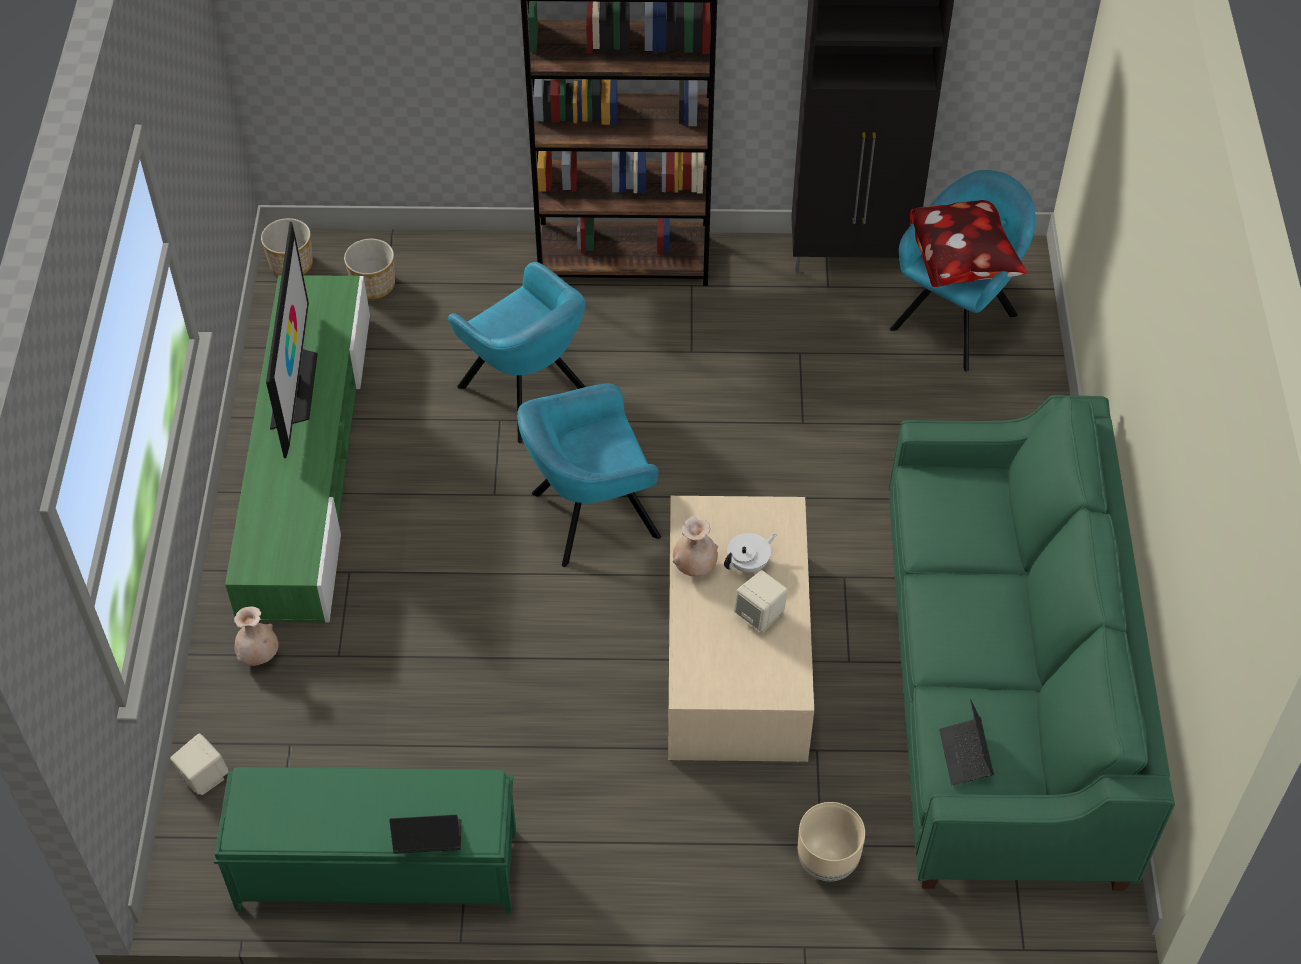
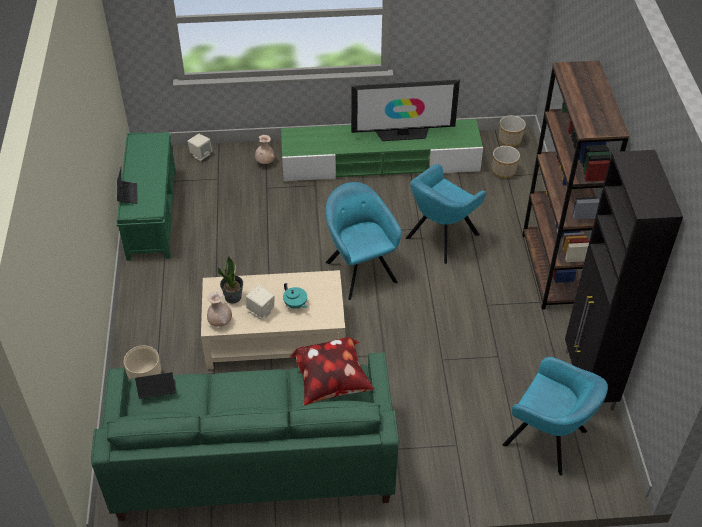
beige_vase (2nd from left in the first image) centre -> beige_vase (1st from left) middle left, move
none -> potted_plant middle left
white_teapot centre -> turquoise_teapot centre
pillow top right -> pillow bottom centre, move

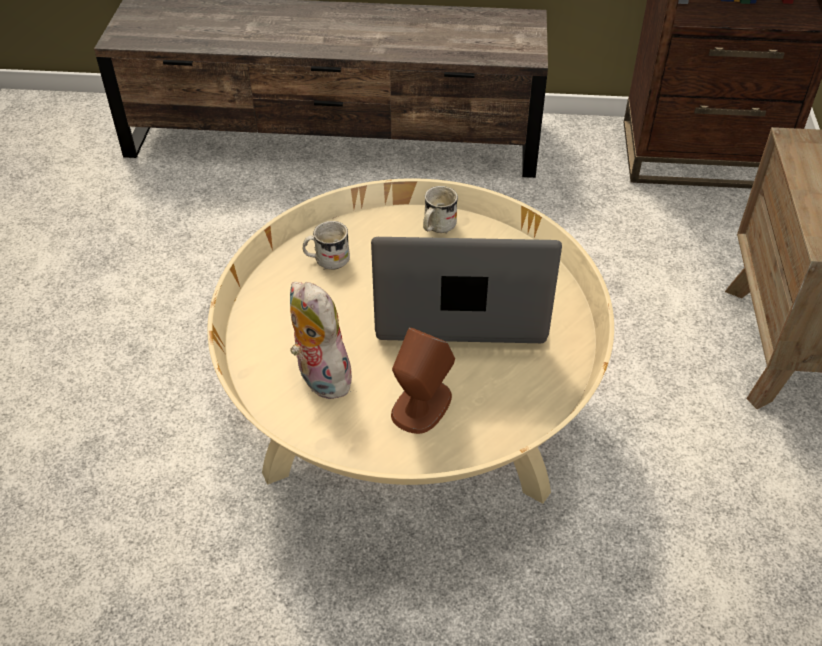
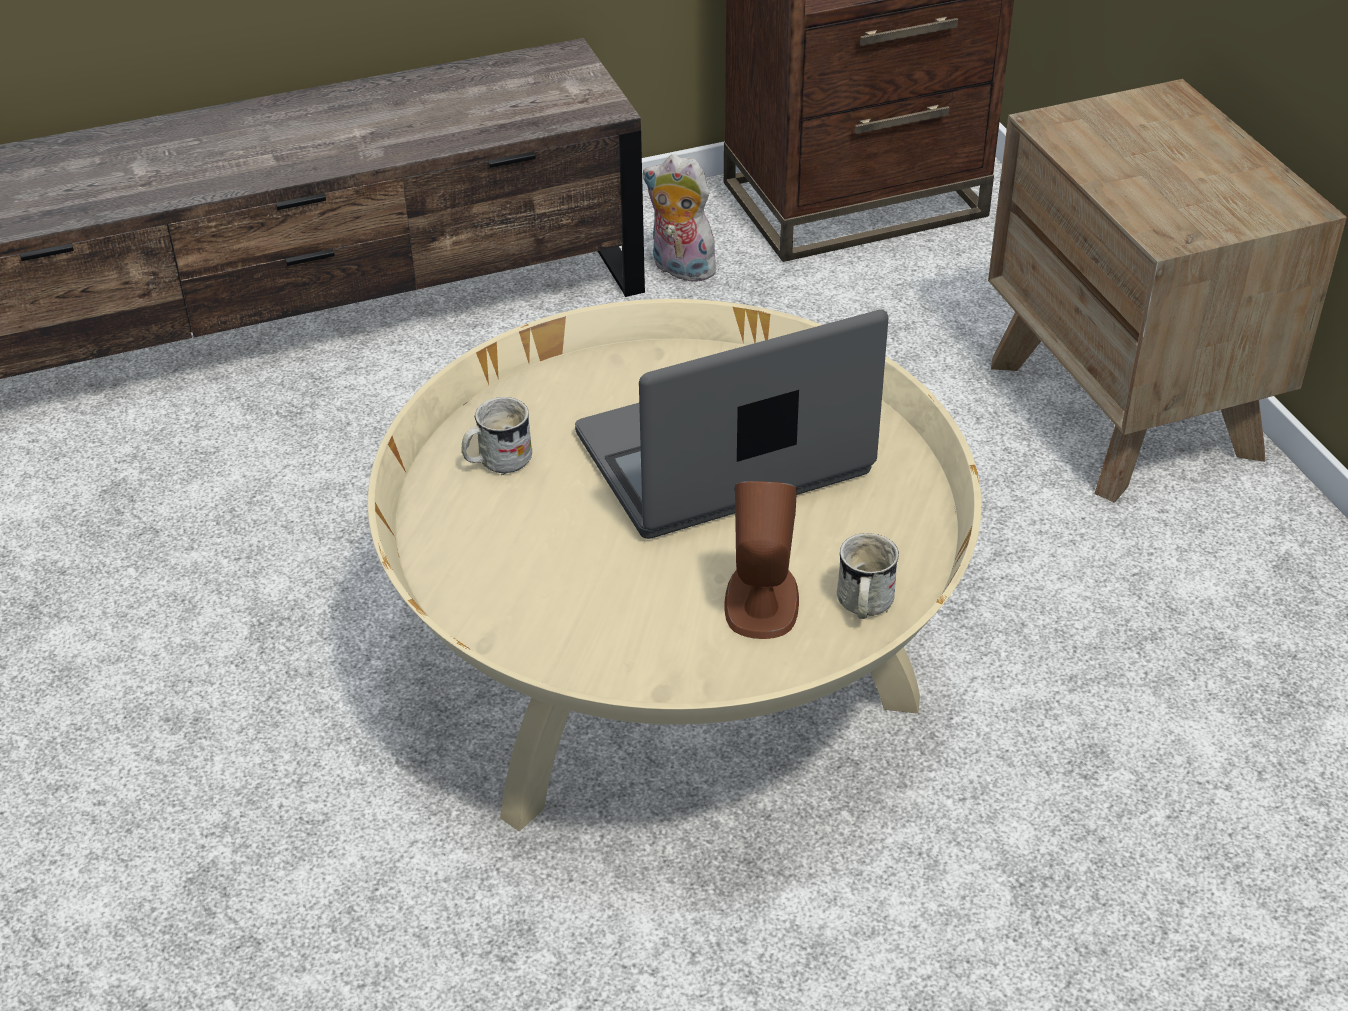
plush_toy centre -> plush_toy top centre, move
white_mug (2nd from left) top centre -> white_mug (2nd from left) centre, move

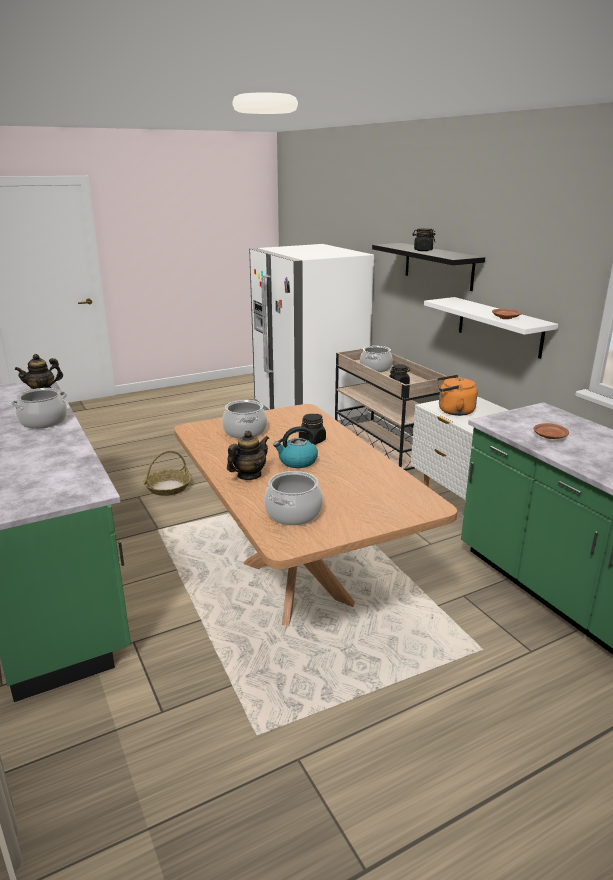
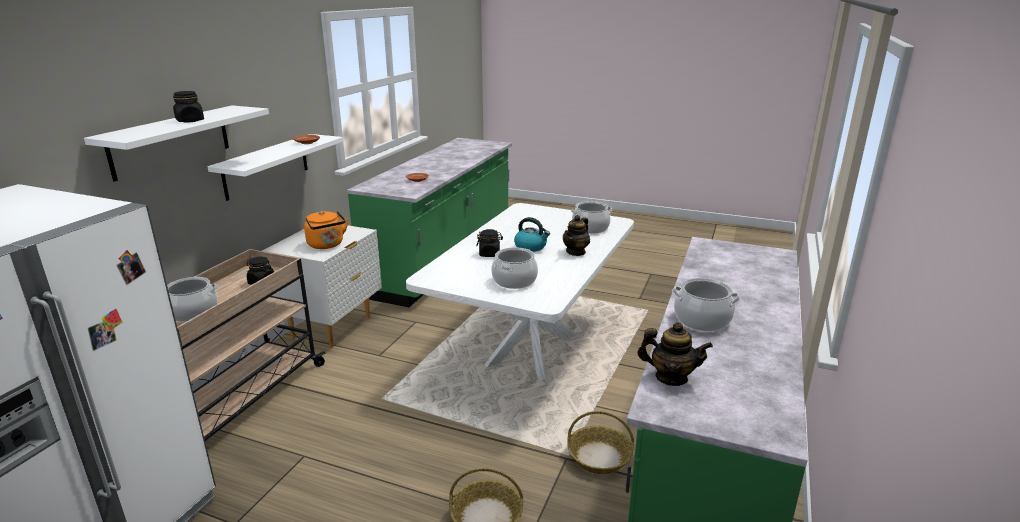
black_shelf top right -> white_shelf (1st from left) top left
brown_dining_table centre -> white_dining_table centre
teapot (2nd from left in the first image) centre -> teapot (1st from left) centre, 60 degrees counterclockwise
none -> basket (2nd from left) bottom centre

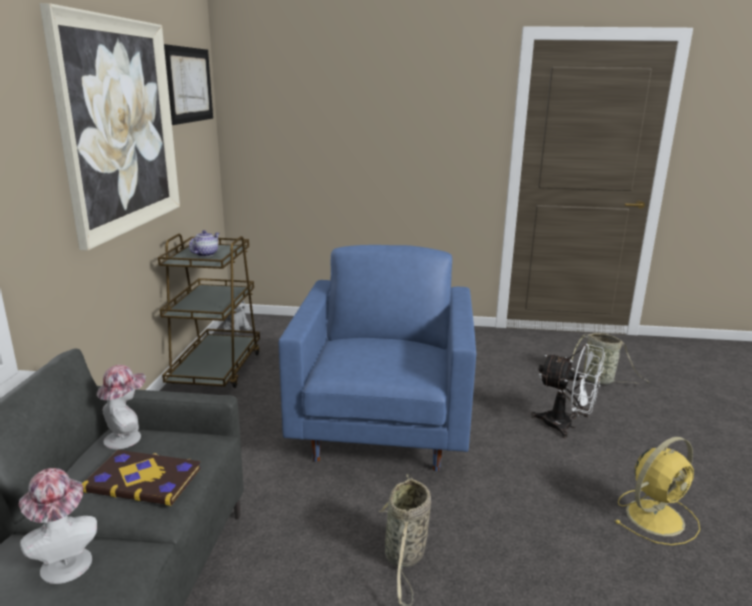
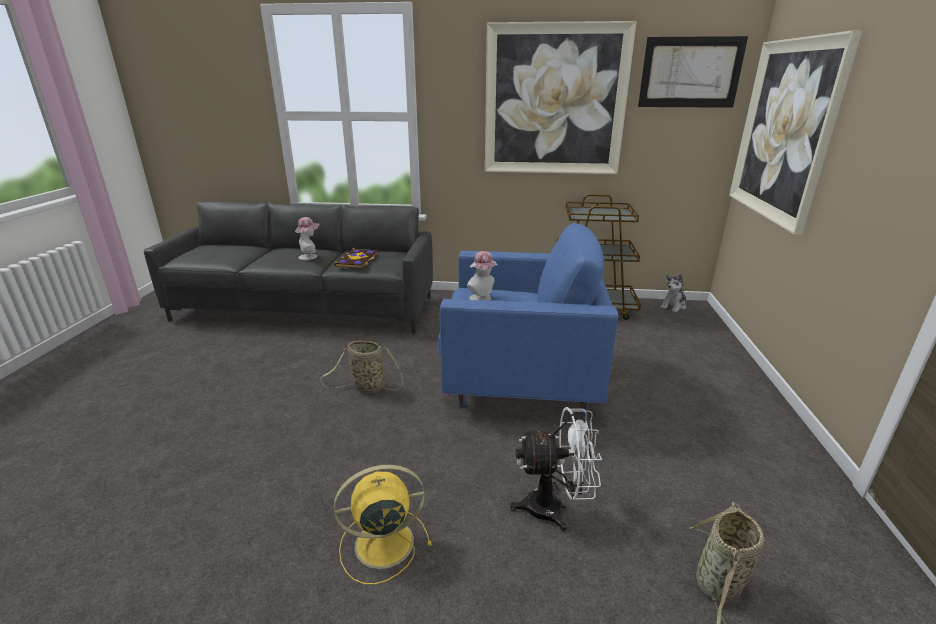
yellow_fan bottom right -> yellow_fan bottom centre, 105 degrees clockwise
hat (2nd from left) bottom left -> hat (2nd from left) centre, move
white_fan middle right -> white_fan bottom centre, 120 degrees counterclockwise
none -> picture (3rd from left) top right
teapot middle left -> none

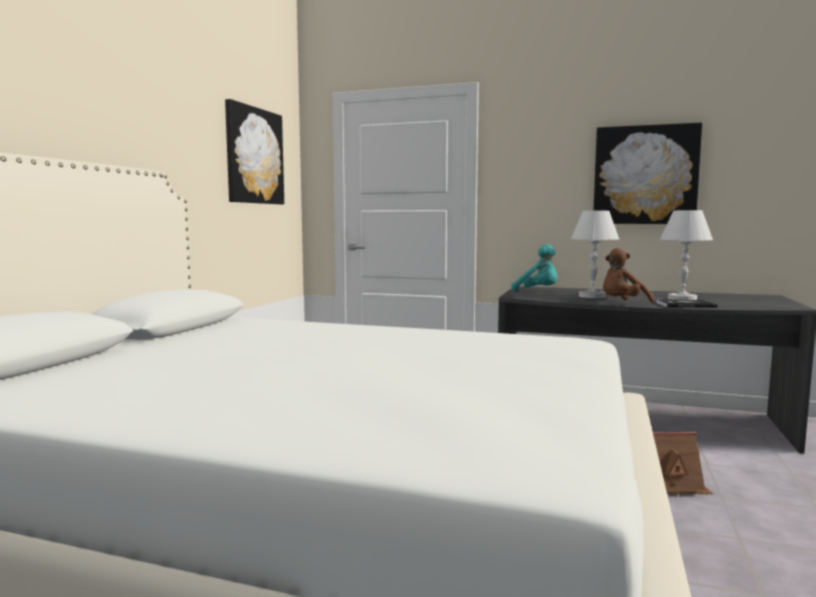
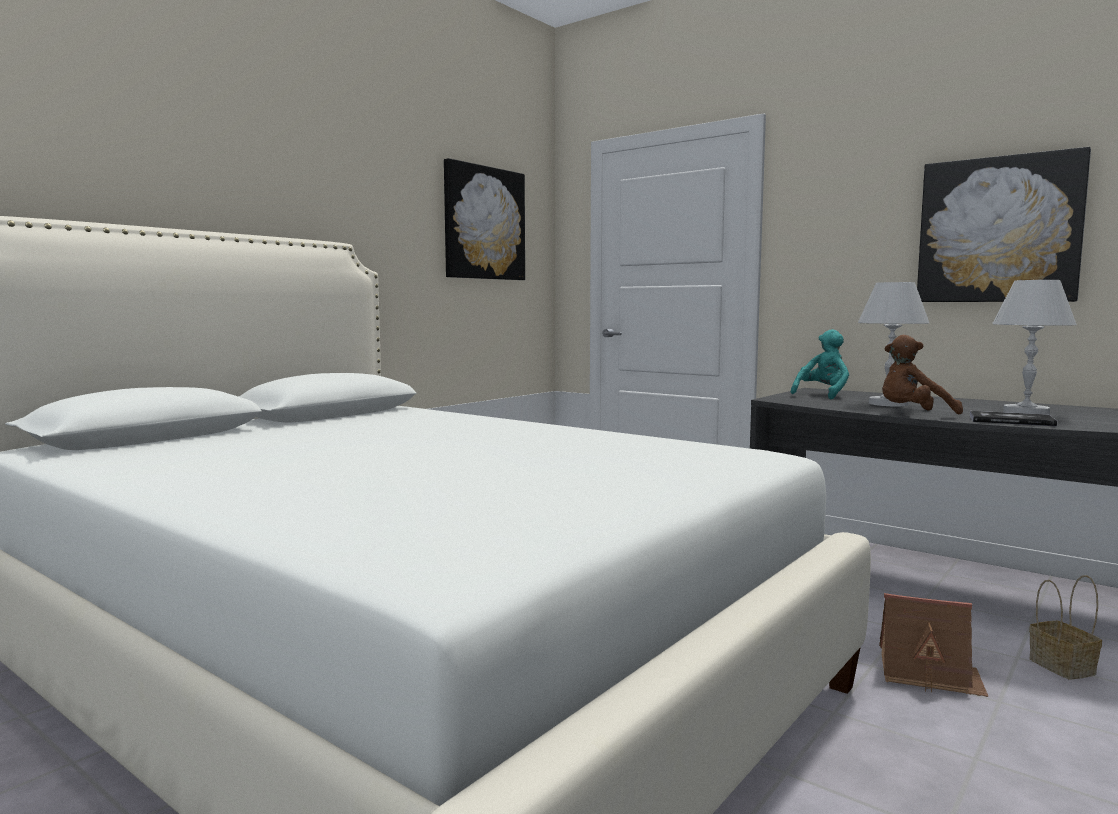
turquoise_plush_toy centre -> turquoise_plush_toy middle right, 105 degrees counterclockwise
none -> basket bottom right

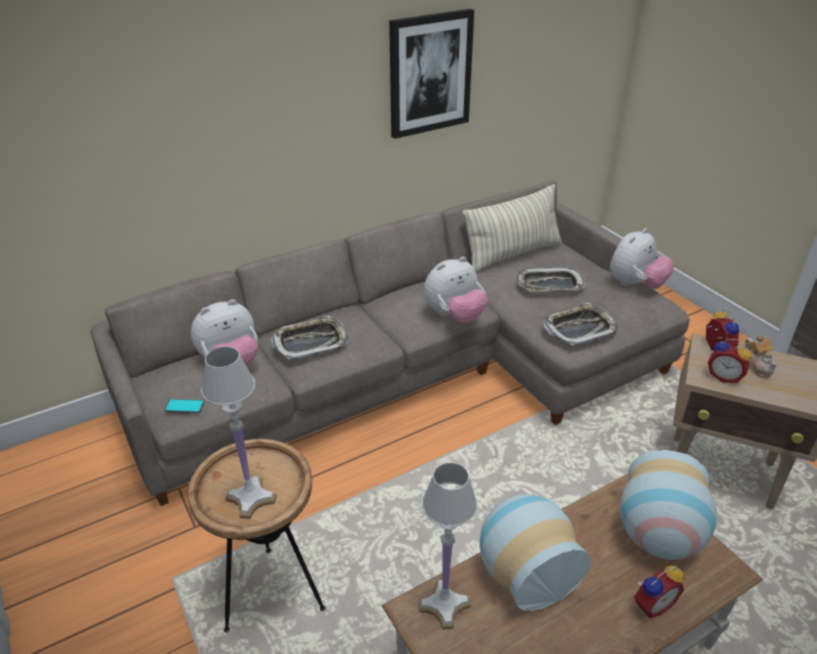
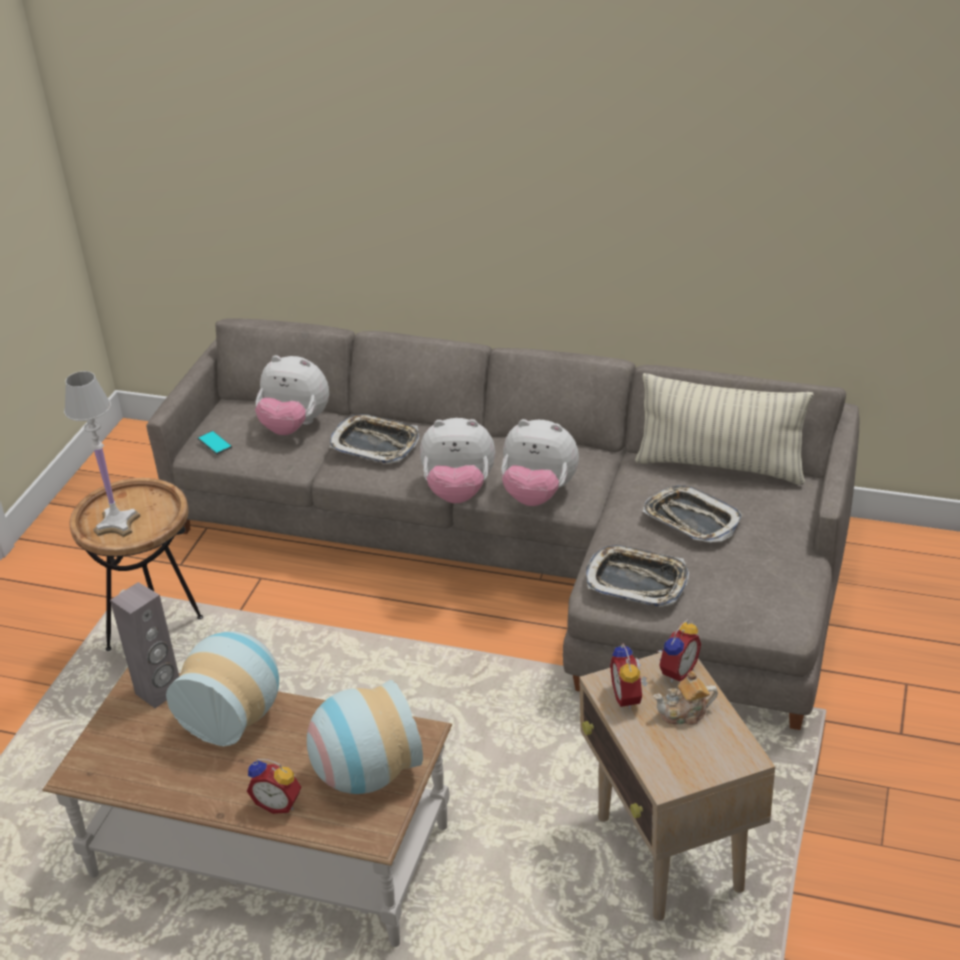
white_table_lamp (2nd from left) bottom centre -> grey_speaker bottom left
plush_toy (3rd from left in the first image) middle right -> plush_toy (2nd from left) centre, move
teapot middle right -> teapot bottom right, 45 degrees clockwise
picture top centre -> none

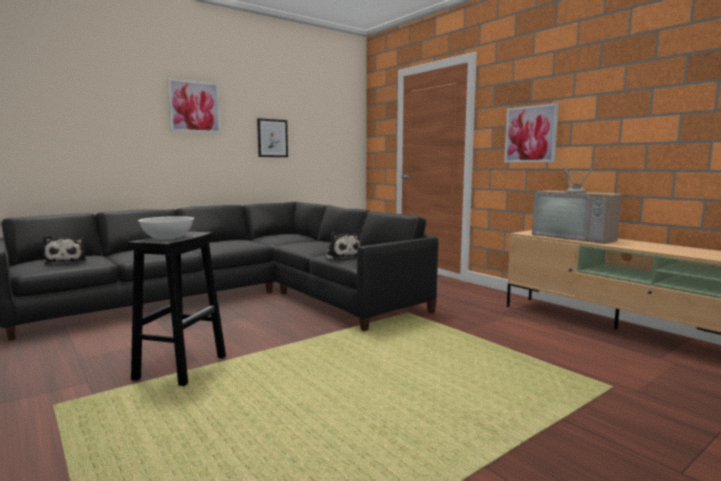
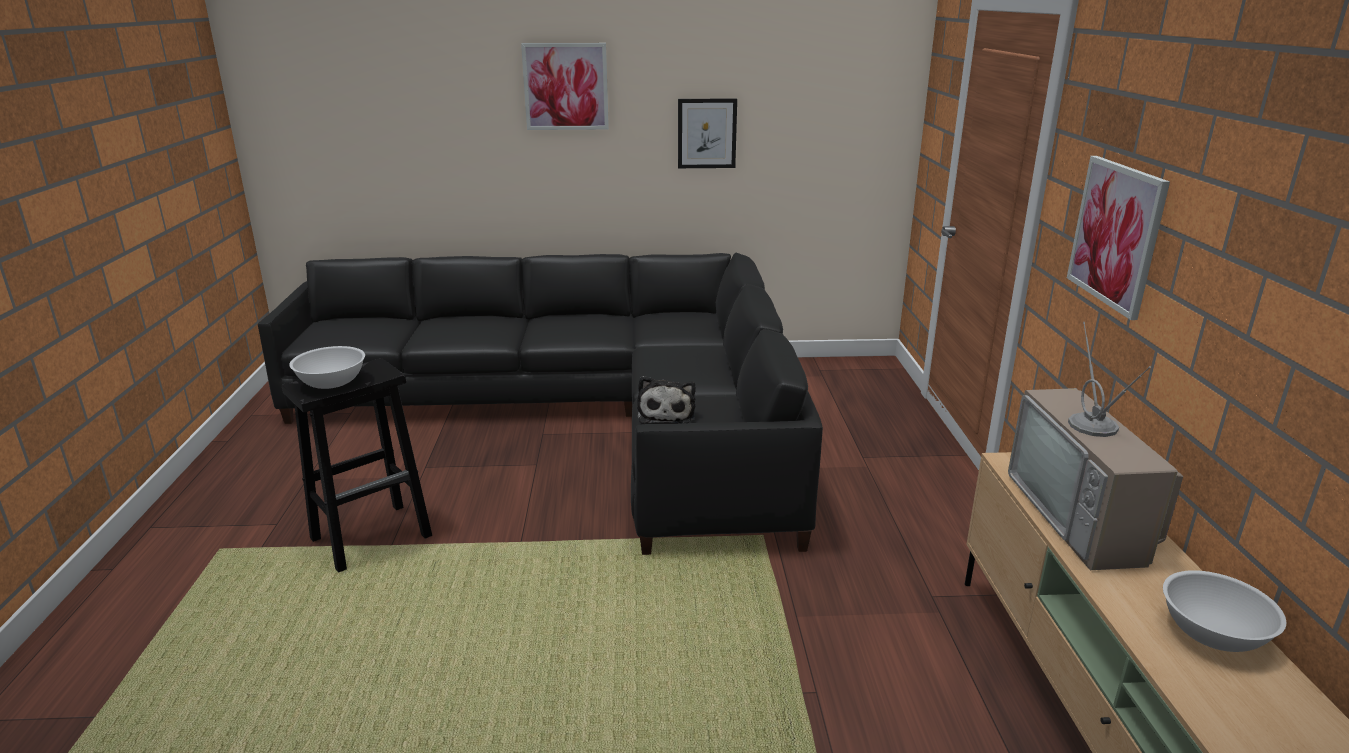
none -> white_bowl (2nd from left) bottom right
plush_toy (1st from left) middle left -> none

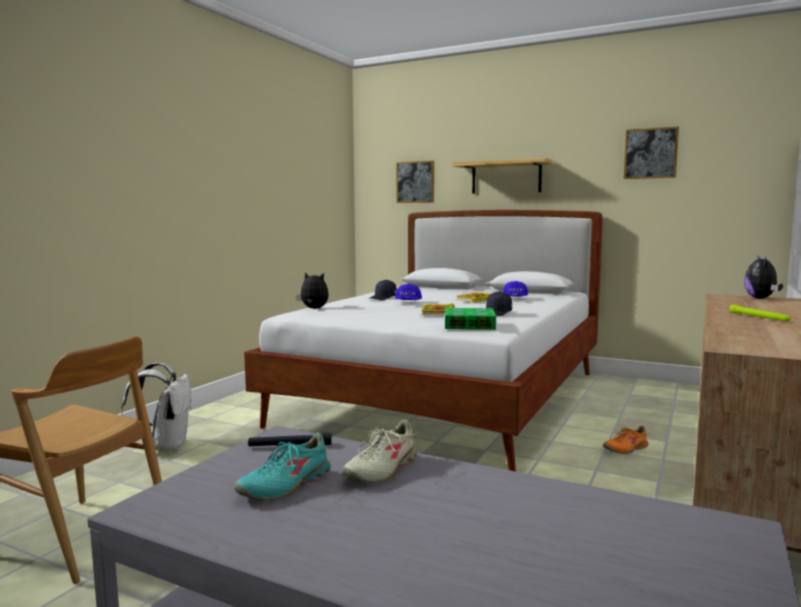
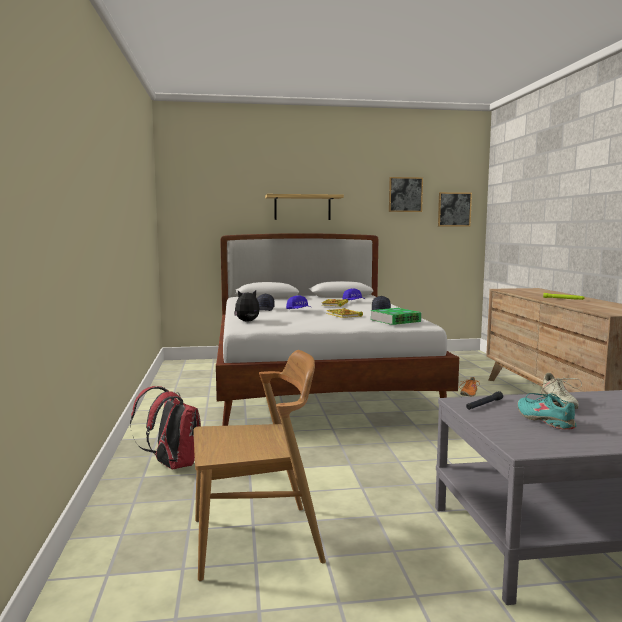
white_backpack bottom left -> red_backpack bottom left
picture (1st from left in the first image) top centre -> picture (2nd from left) middle right, move
turquoise_shoe bottom centre -> turquoise_shoe middle right, 150 degrees clockwise
plush_toy (2nd from left) middle right -> none

